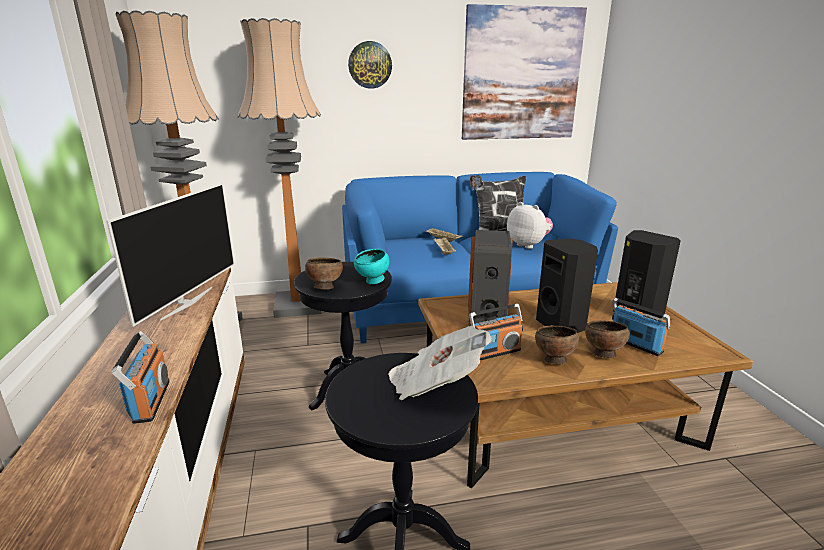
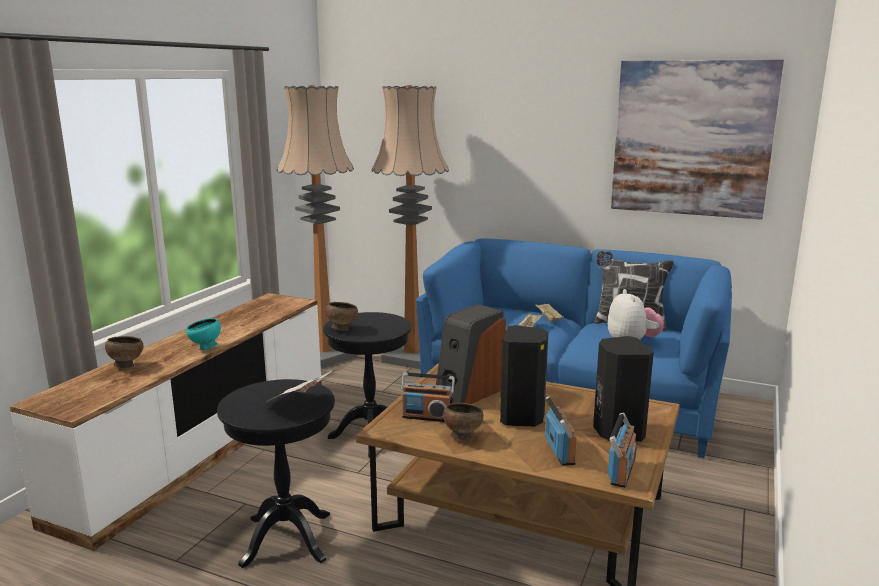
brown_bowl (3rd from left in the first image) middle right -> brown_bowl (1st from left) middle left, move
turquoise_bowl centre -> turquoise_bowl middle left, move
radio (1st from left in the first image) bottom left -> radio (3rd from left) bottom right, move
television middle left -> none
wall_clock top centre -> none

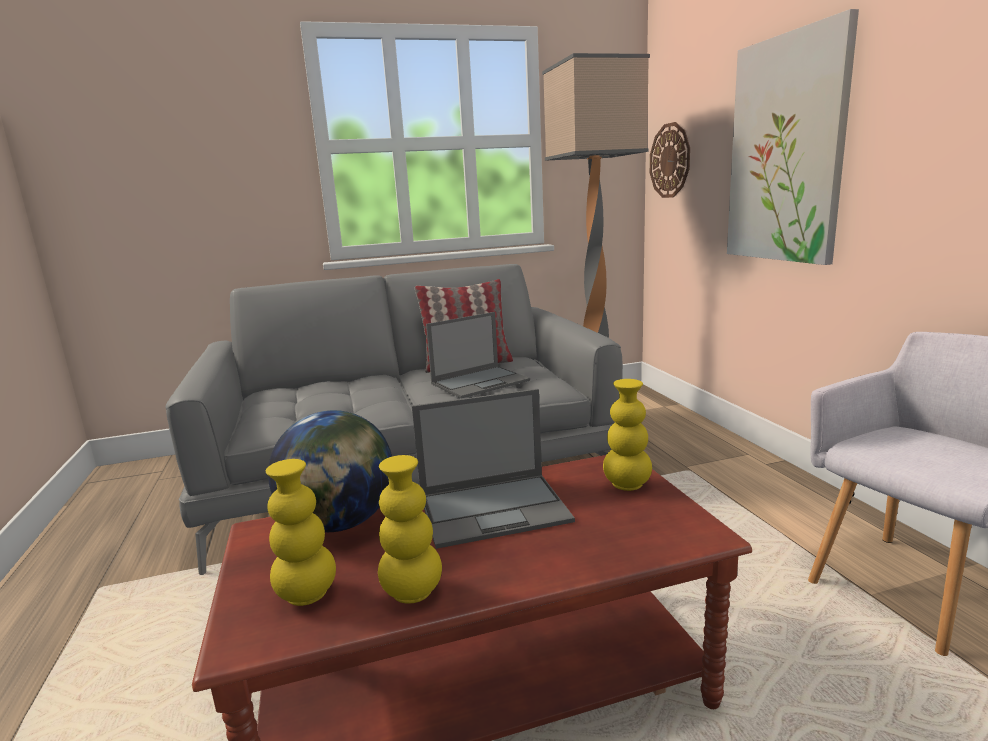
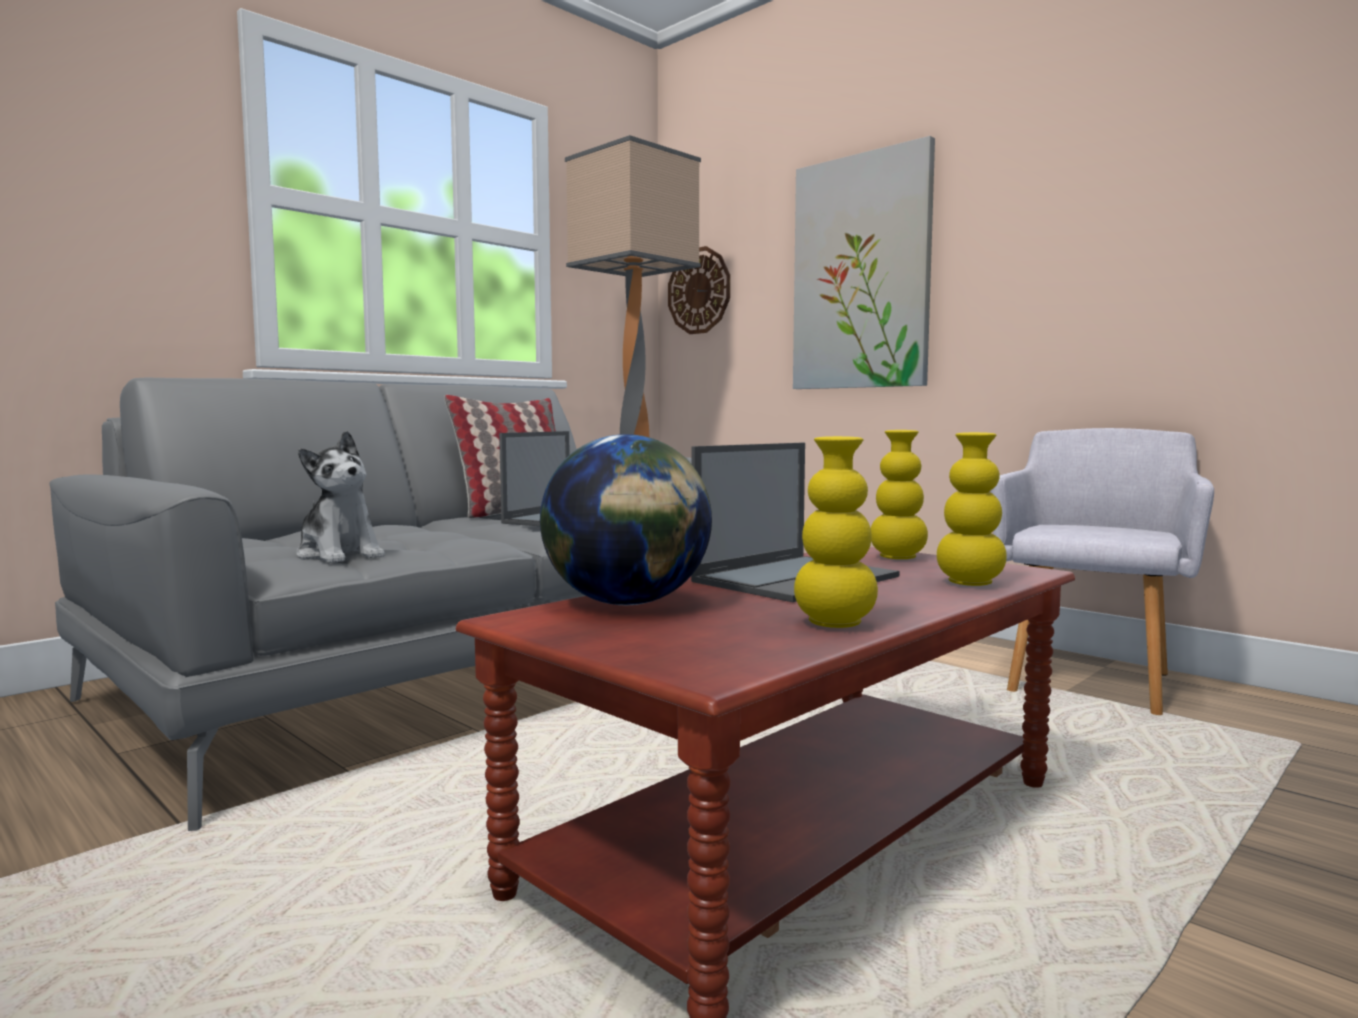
none -> plush_toy middle left
yellow_vase (1st from left in the first image) bottom left -> yellow_vase (3rd from left) middle right, move

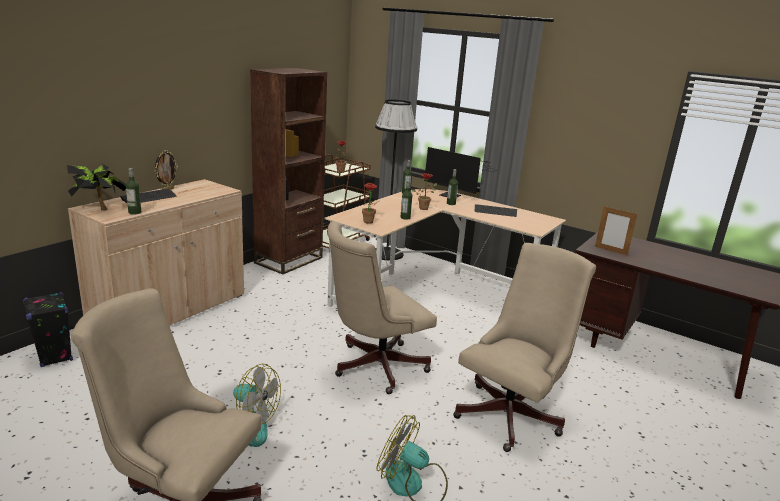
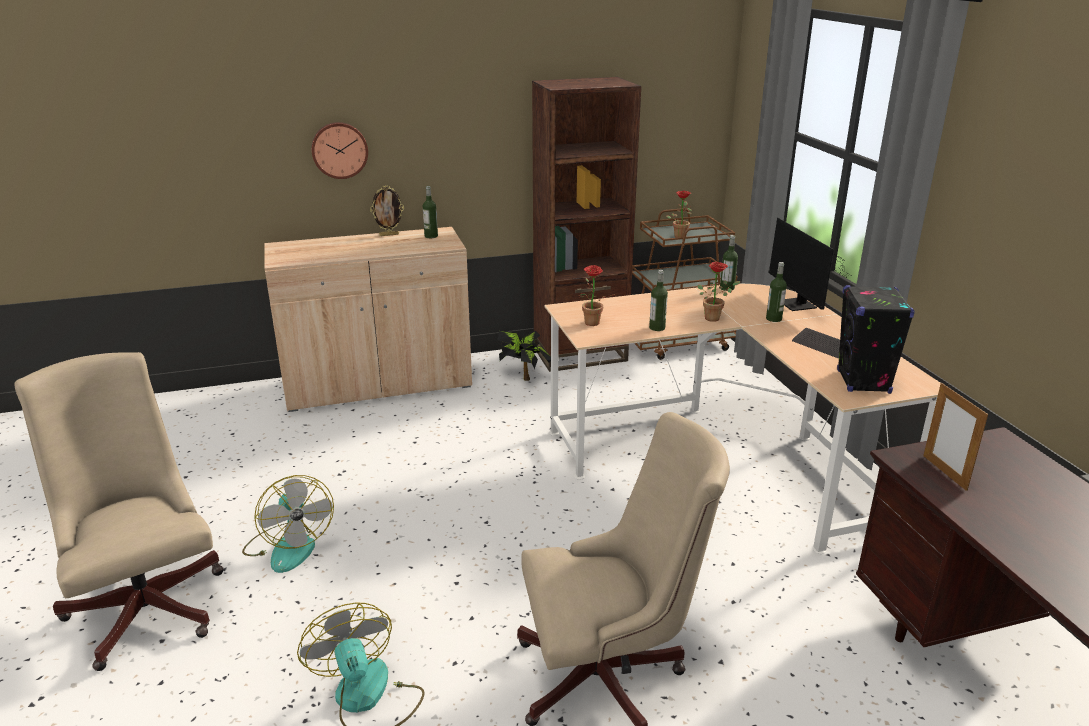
none -> wall_clock top left
bottle (1st from left) middle left -> bottle (1st from left) top centre, move
potted_plant (1st from left) middle left -> potted_plant (1st from left) centre, move
black_speaker middle left -> black_speaker middle right, move
keyboard (1st from left) middle left -> none
beige_office_chair (2nd from left) centre -> none
black_floor_lamp centre -> none

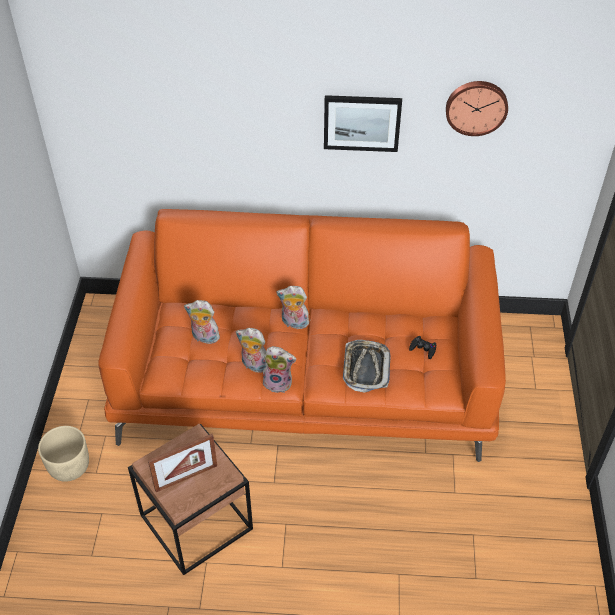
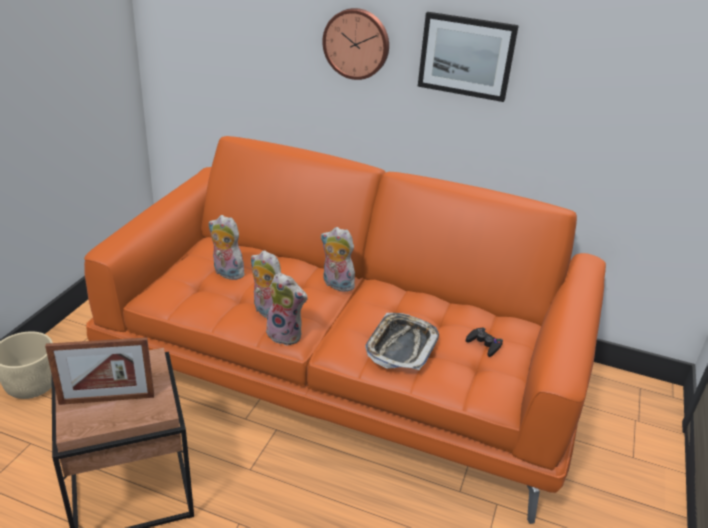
wall_clock top right -> wall_clock top centre, move

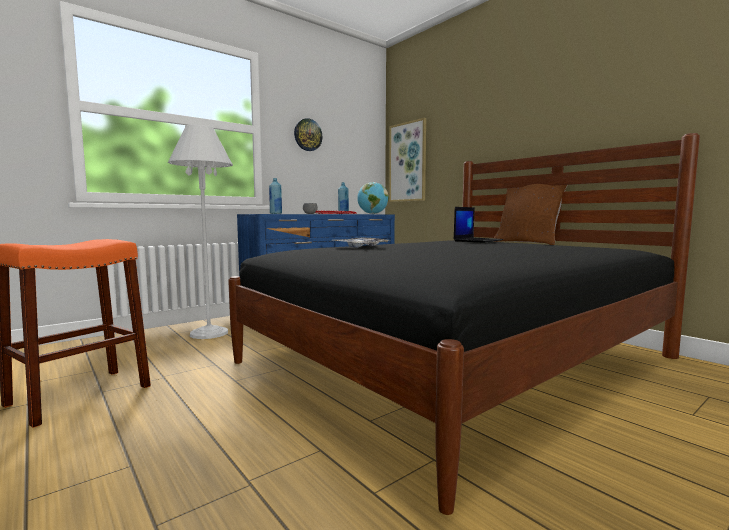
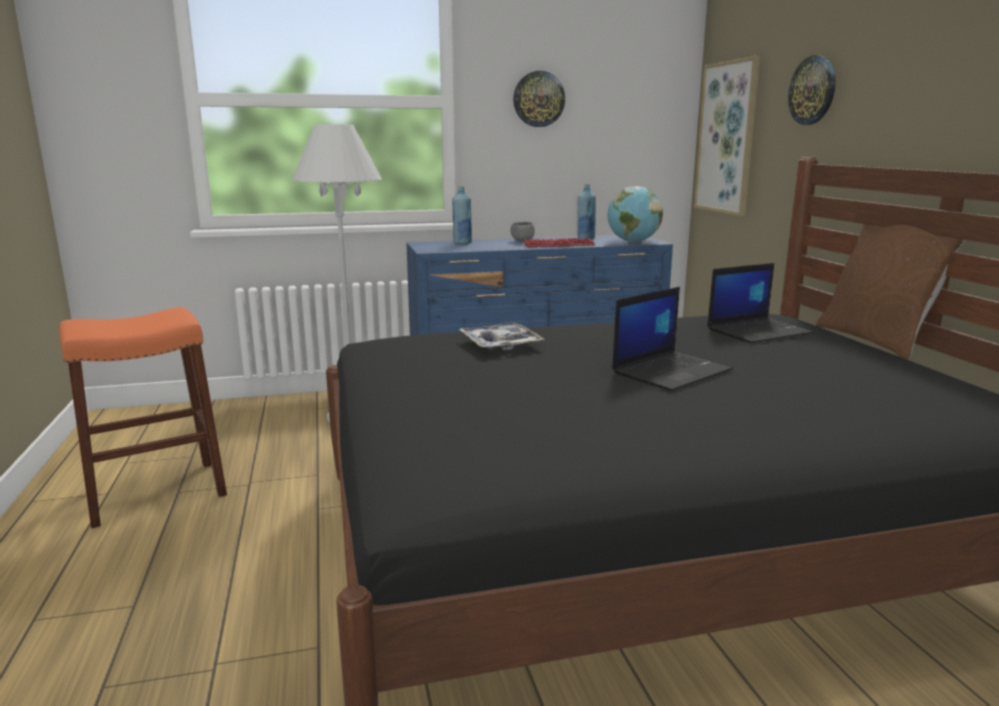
none -> laptop (1st from left) middle right
none -> wall_clock (2nd from left) top right

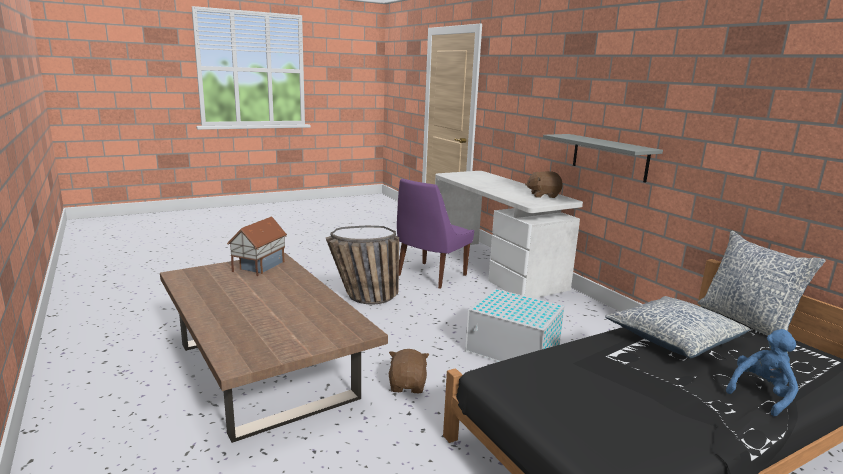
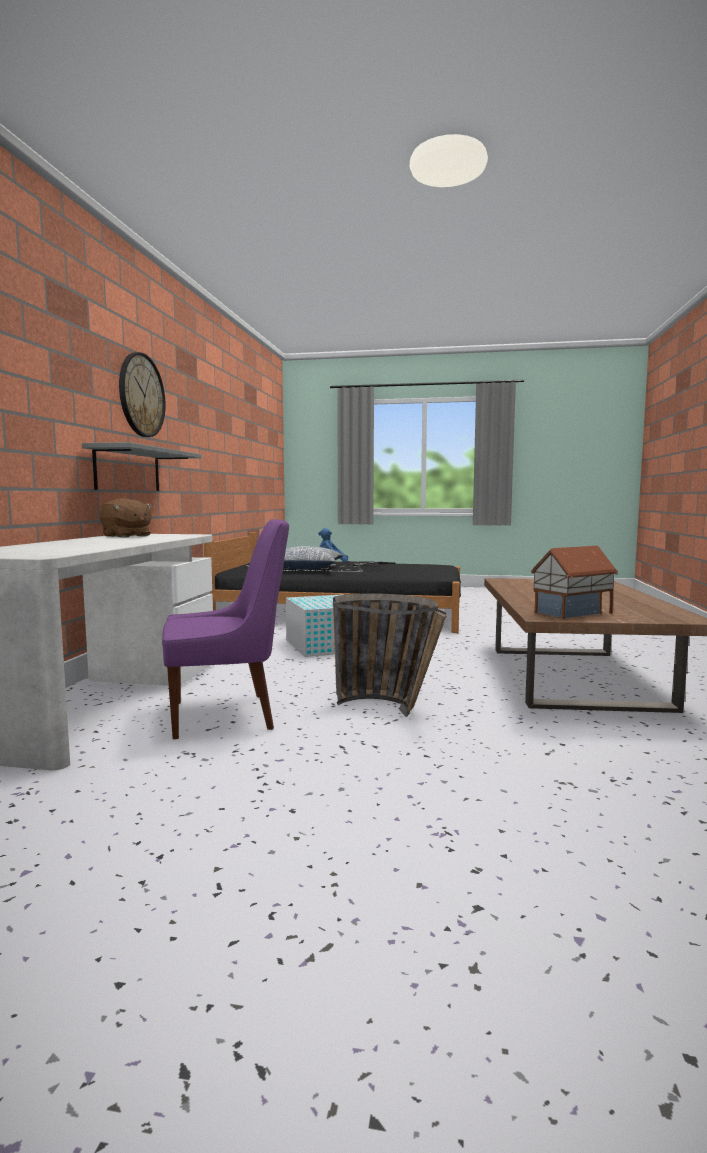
none -> wall_clock middle left
brown_plush_toy (1st from left) bottom centre -> none
pillow (2nd from left) middle right -> none

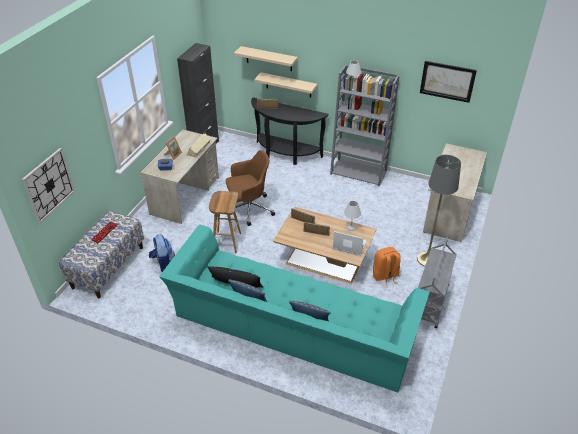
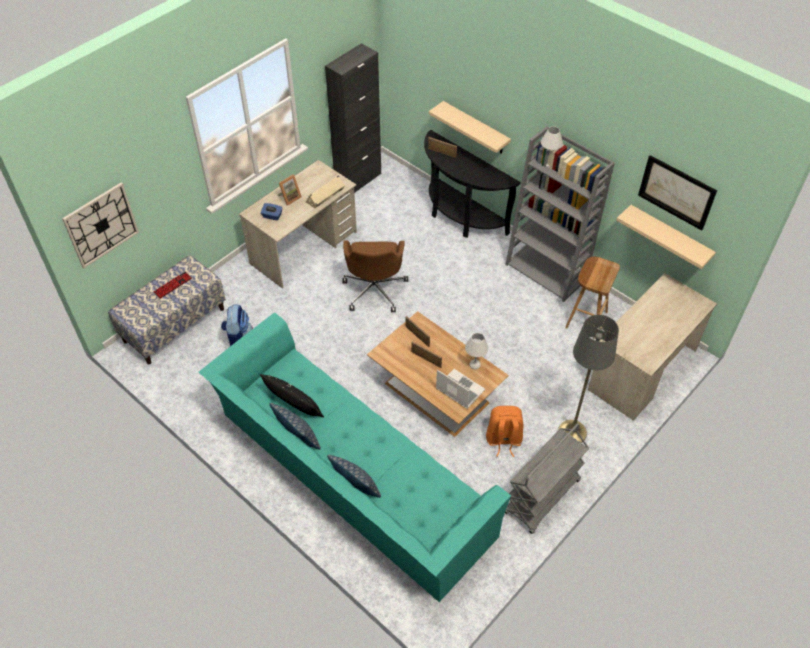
brown_office_chair centre, 90 degrees clockwise
brown_stool centre -> brown_stool middle right, move
beige_shelf (1st from left in the first image) top centre -> beige_shelf (2nd from left) middle right, move

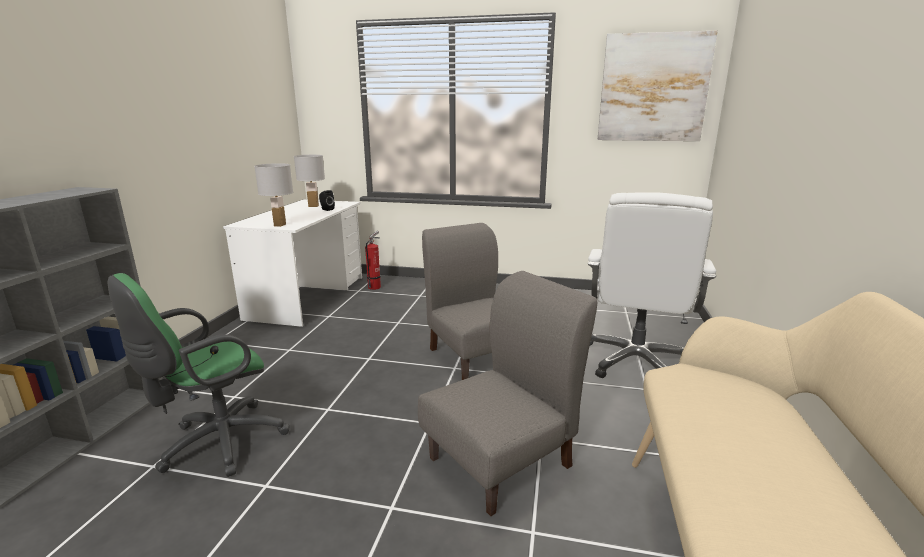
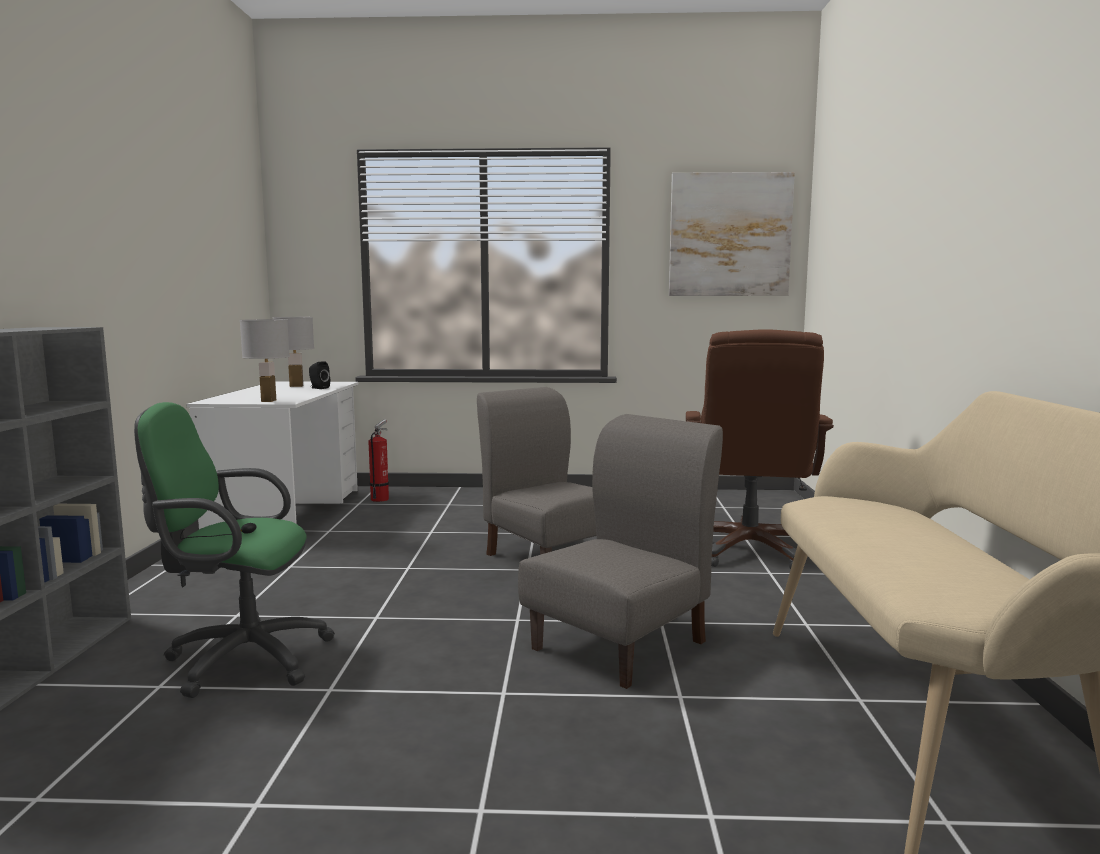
green_office_chair bottom left -> green_office_chair middle left, 60 degrees clockwise
white_office_chair middle right -> brown_office_chair middle right

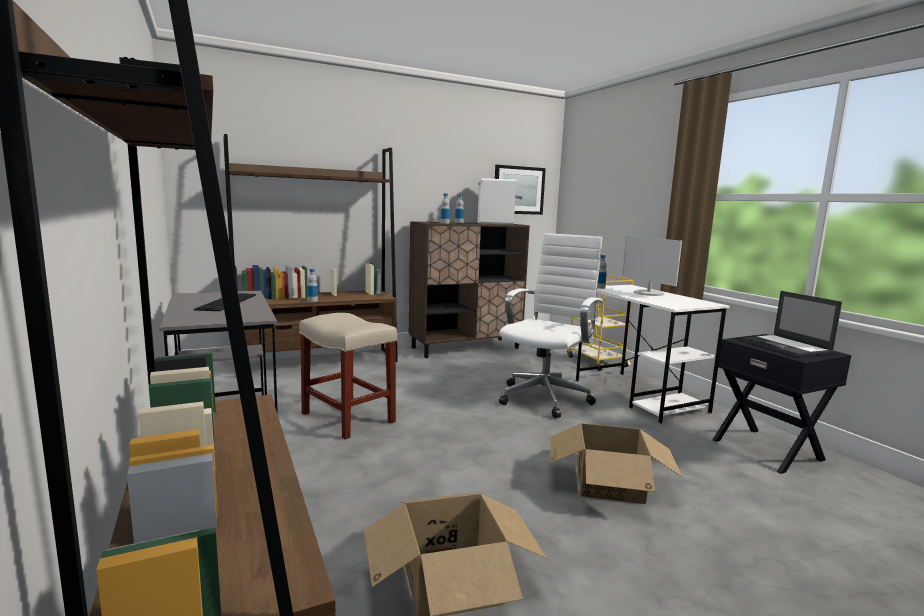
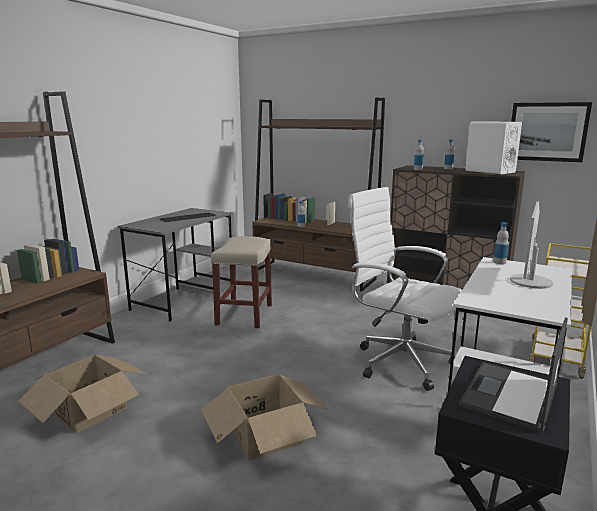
white_office_chair centre -> white_office_chair middle right, 135 degrees counterclockwise

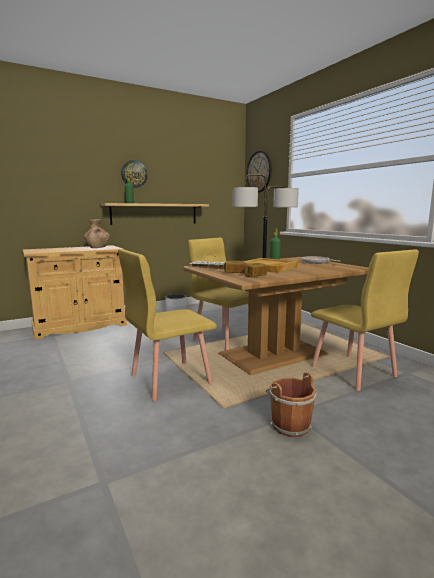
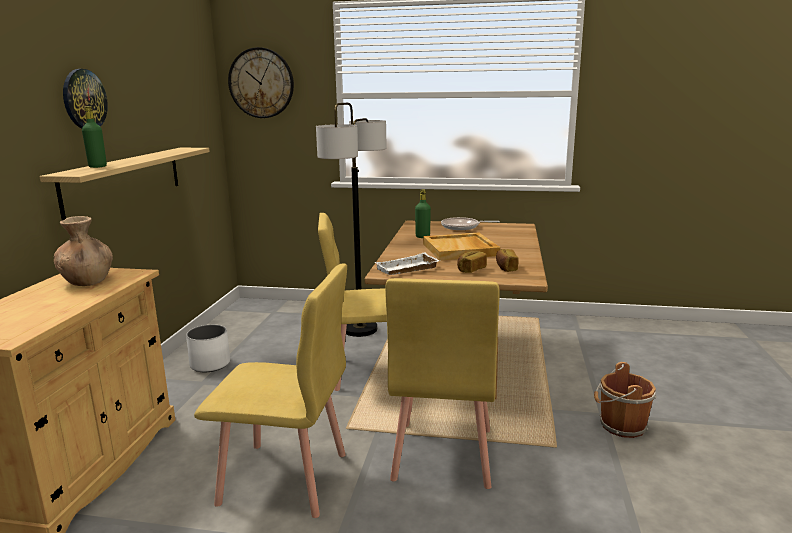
yellow_chair (3rd from left in the first image) middle right -> yellow_chair (1st from left) bottom centre, move

